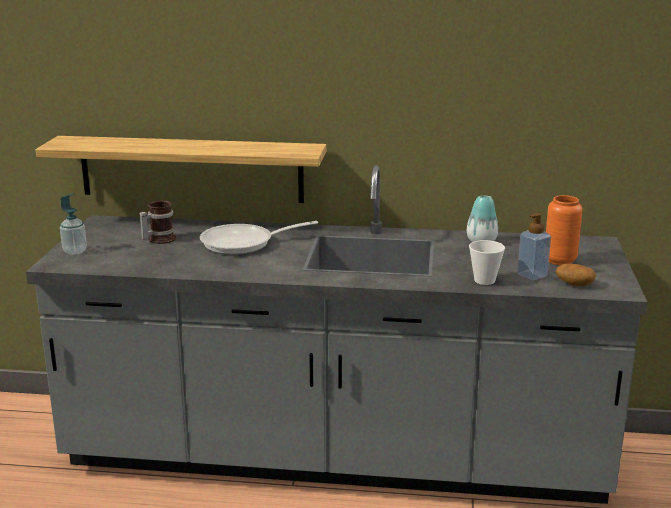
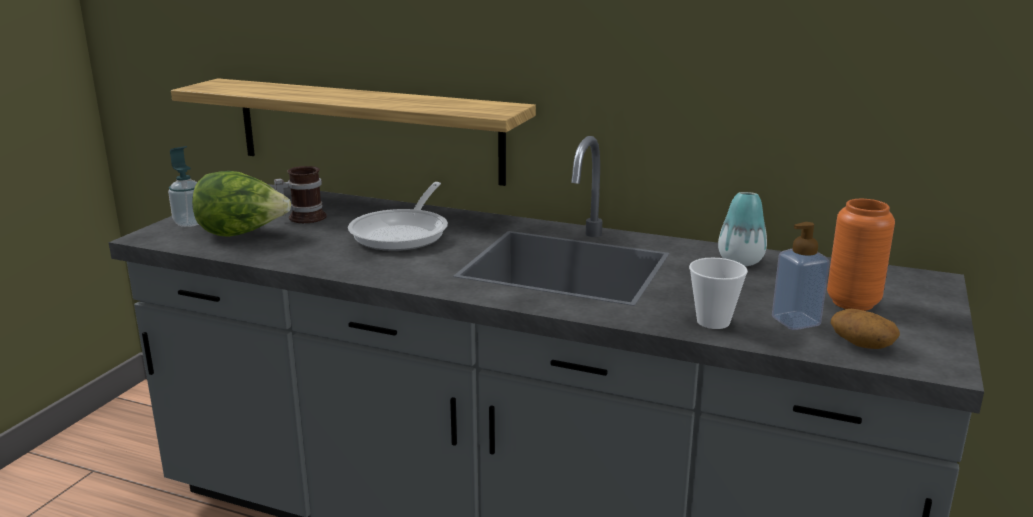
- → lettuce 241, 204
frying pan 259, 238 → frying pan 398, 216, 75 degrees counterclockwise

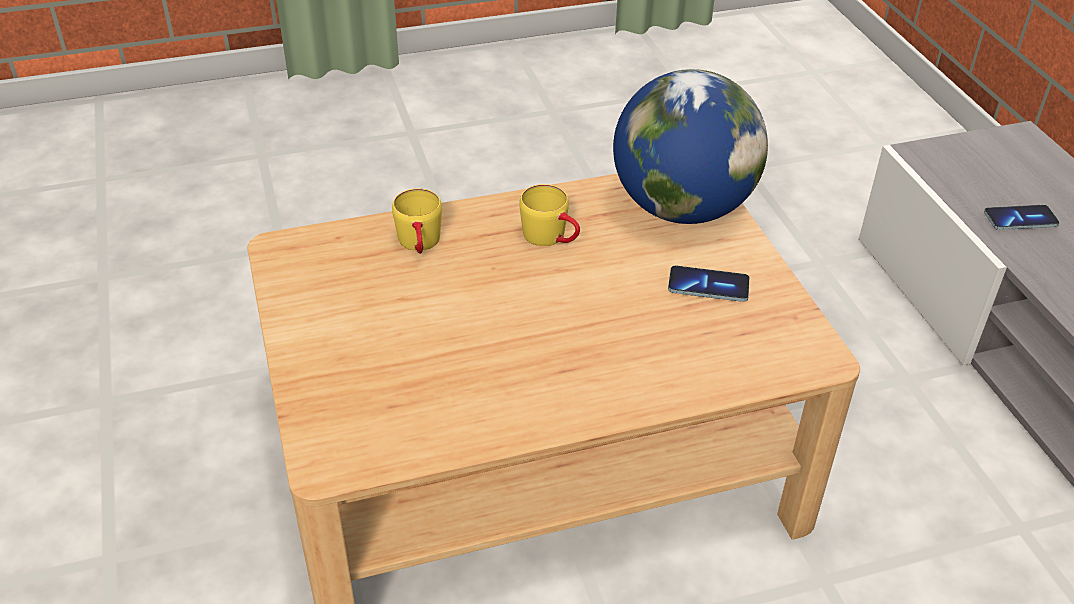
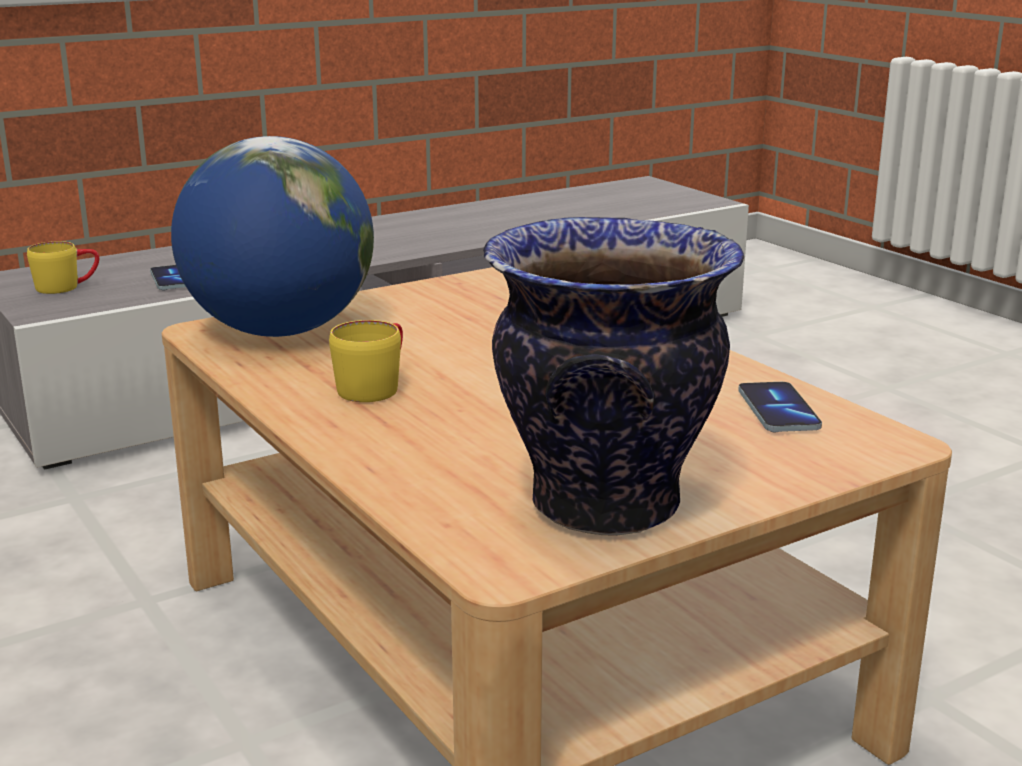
- → vase 613, 376
yellow-coloured tea mug 417, 221 → yellow-coloured tea mug 63, 267, shifted
telephone 709, 284 → telephone 780, 407, shifted

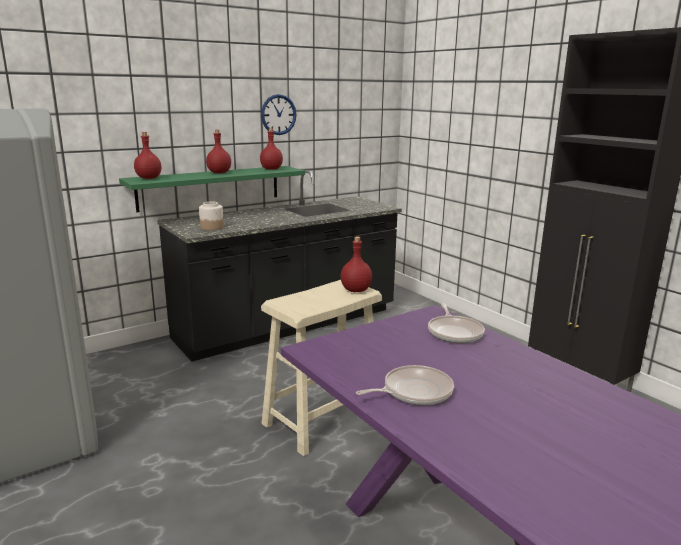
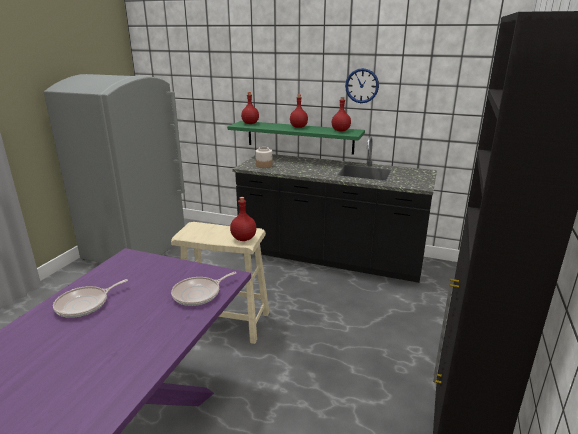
frying pan 405, 385 → frying pan 90, 298, 105 degrees clockwise

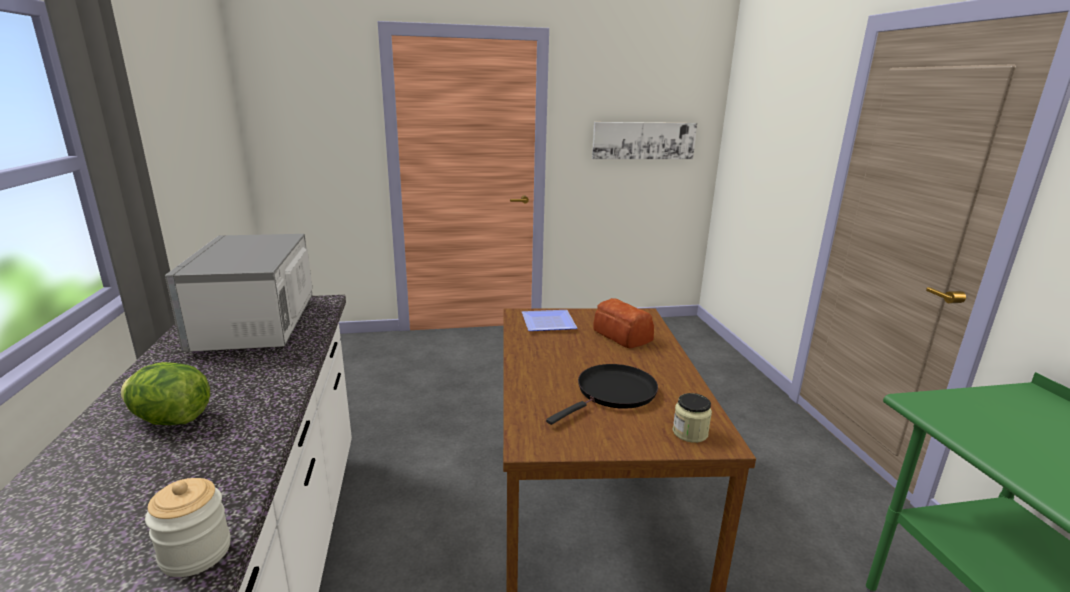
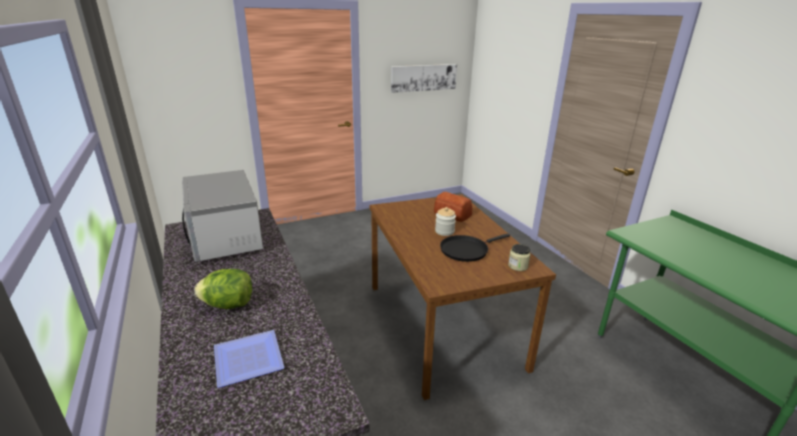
storage jar 188, 527 → storage jar 445, 221, shifted
dinner plate 549, 320 → dinner plate 249, 359, shifted
black-coloured frying pan 602, 394 → black-coloured frying pan 475, 248, 150 degrees counterclockwise

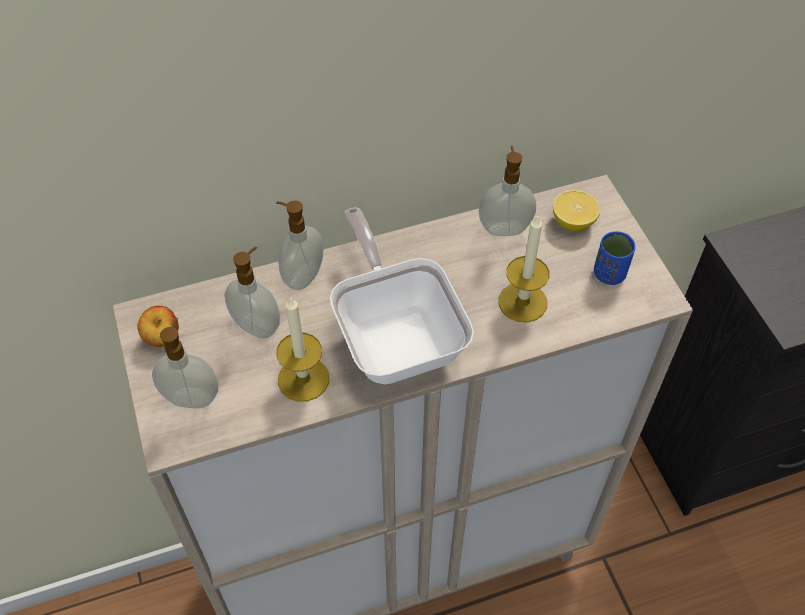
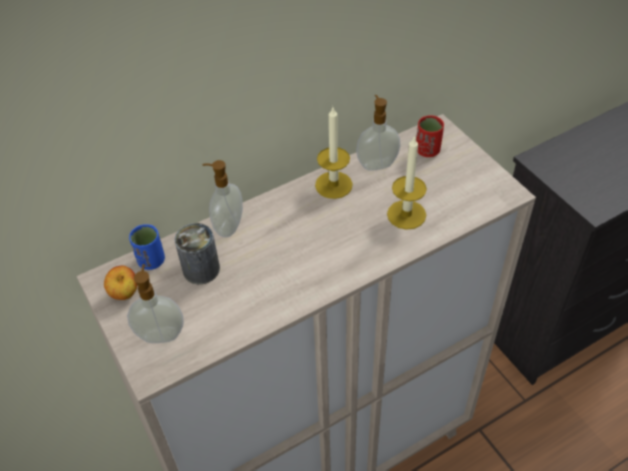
frying pan 402, 295 → -
candle 302, 349 → candle 334, 153, shifted
blue drinking cup 615, 258 → blue drinking cup 147, 247, shifted
soap dispenser 252, 292 → metal can 197, 253
whole lemon 576, 210 → red-coloured drinking cup 430, 136

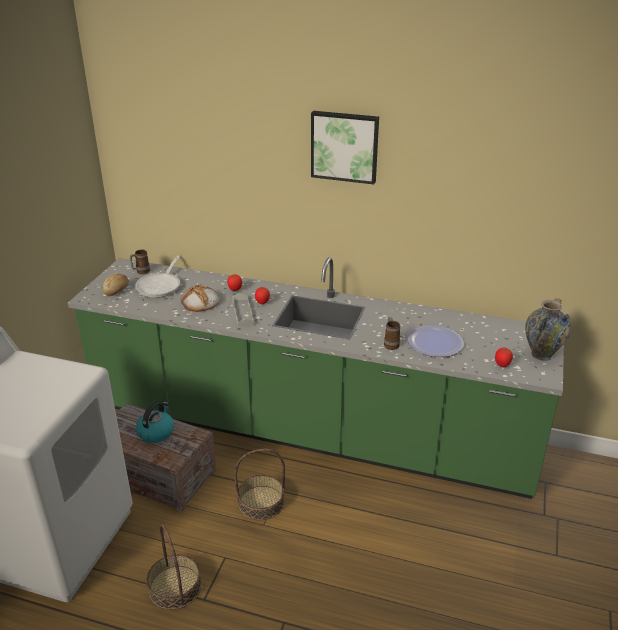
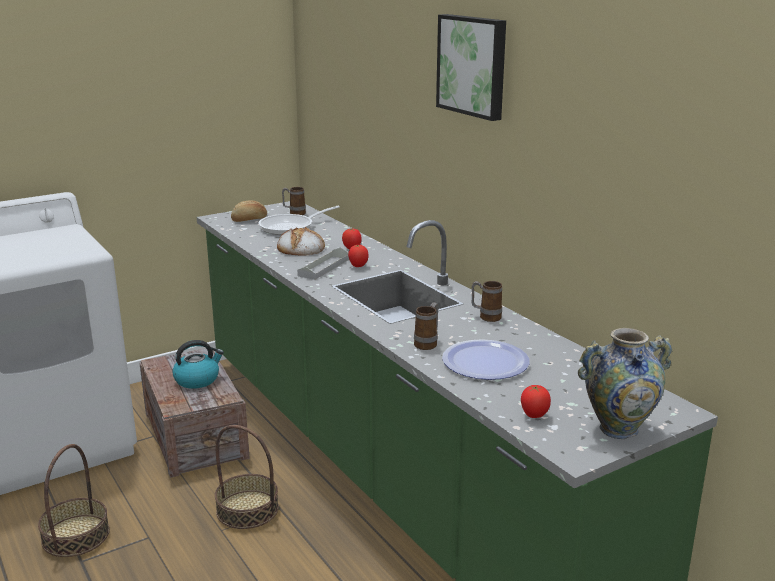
- → tea mug 487, 301

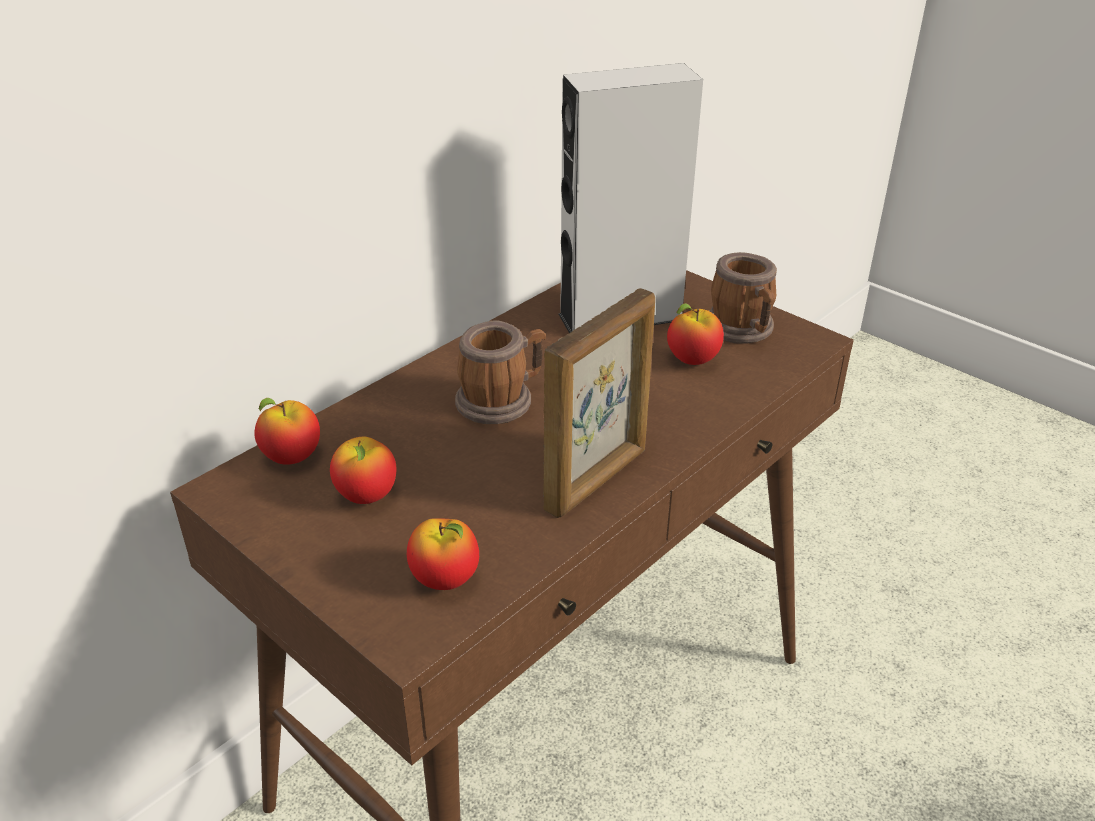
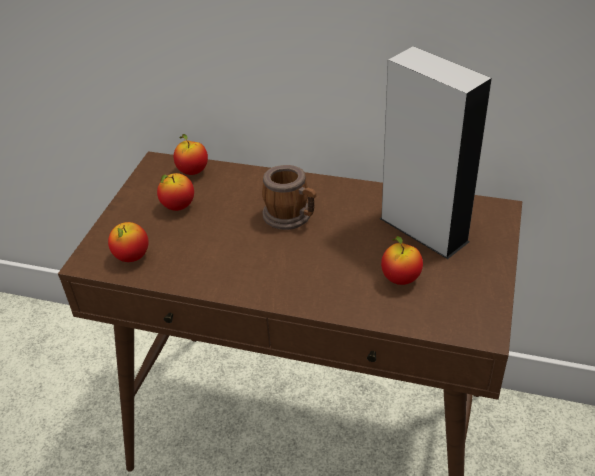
picture frame 599, 403 → -
tea mug 743, 298 → -

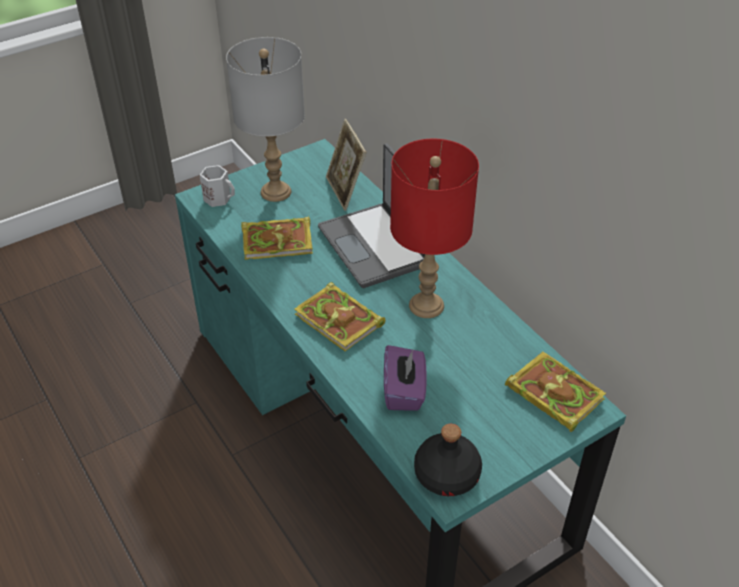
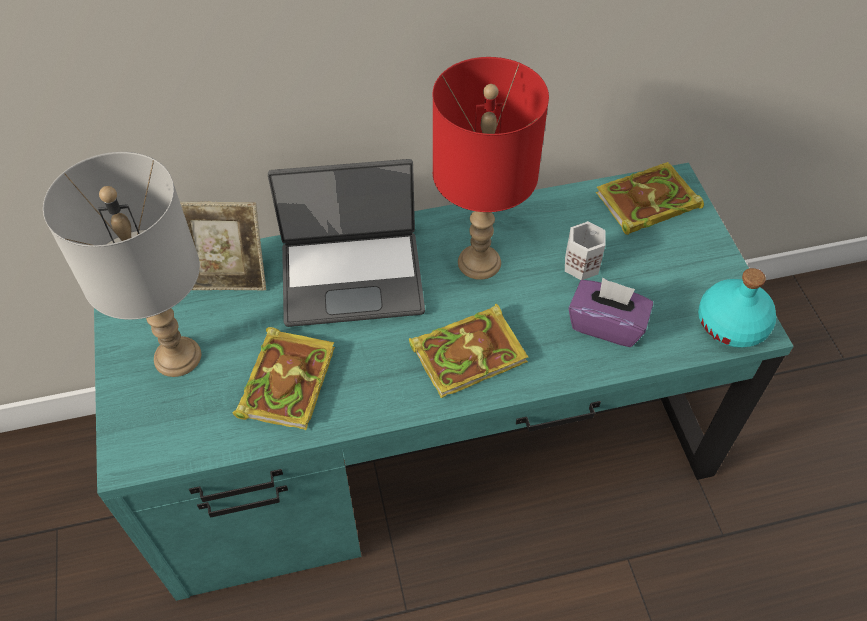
white-coloured tea mug 217, 186 → white-coloured tea mug 585, 250, shifted
black-coloured beverage bottle 448, 460 → blue-green beverage bottle 737, 308

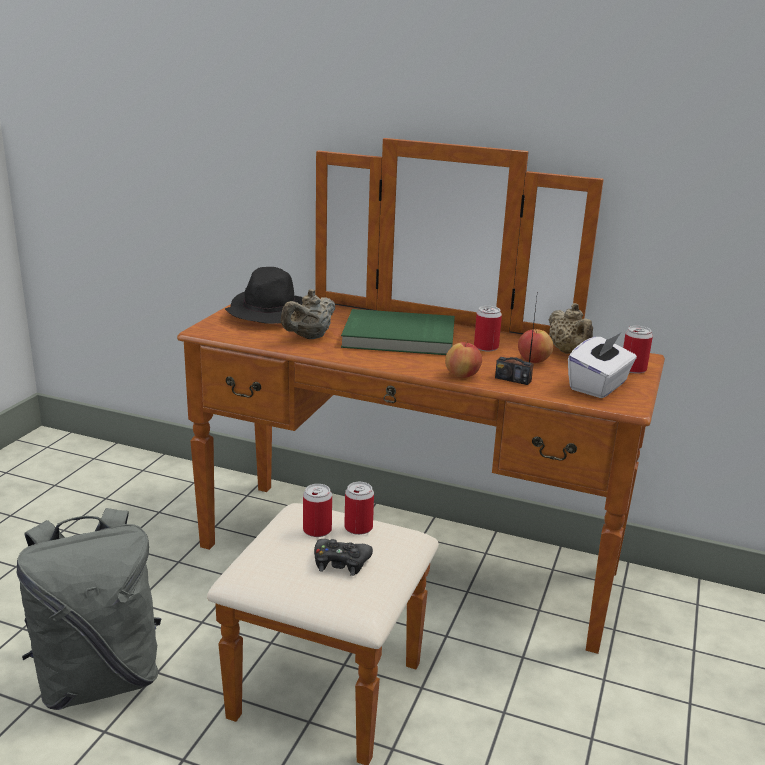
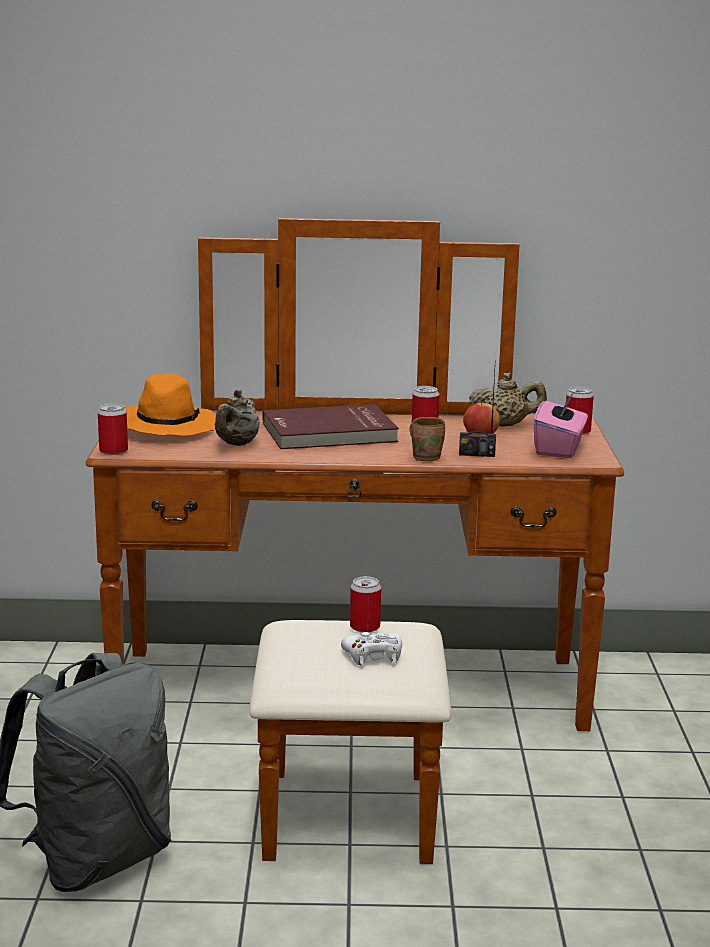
metal can 317, 510 → metal can 113, 429, shifted
whole apple 463, 360 → brown-coloured tea mug 427, 439
black-coloured clothing hat 264, 295 → orange clothing hat 170, 404
black-coloured gamepad 343, 557 → white-coloured gamepad 371, 648
greenish book 398, 332 → red-coloured book 330, 426
white-coloured box of tissues 602, 365 → pink-coloured box of tissues 561, 425
sand-coloured tea pot 570, 328 → sand-coloured tea pot 508, 400, 45 degrees counterclockwise

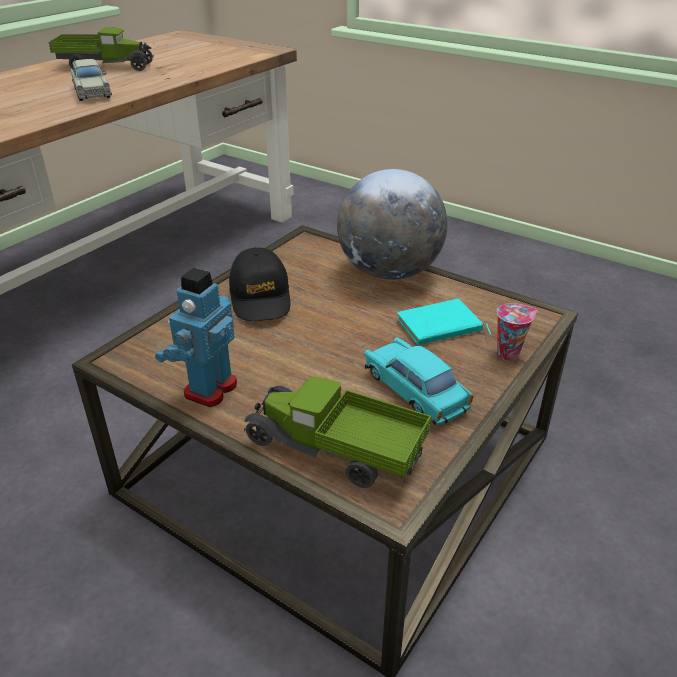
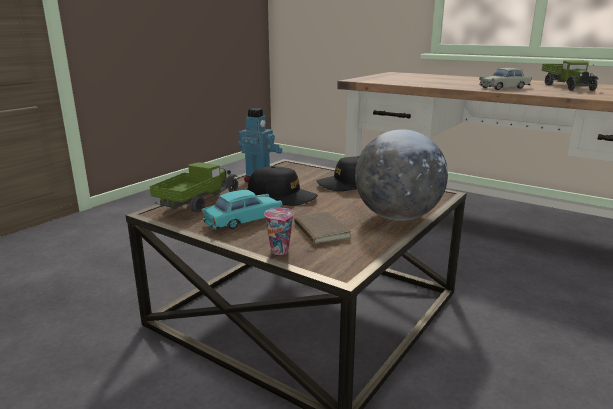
- → black-coloured cap 283, 186
blue-green book 444, 322 → brown-coloured book 322, 228

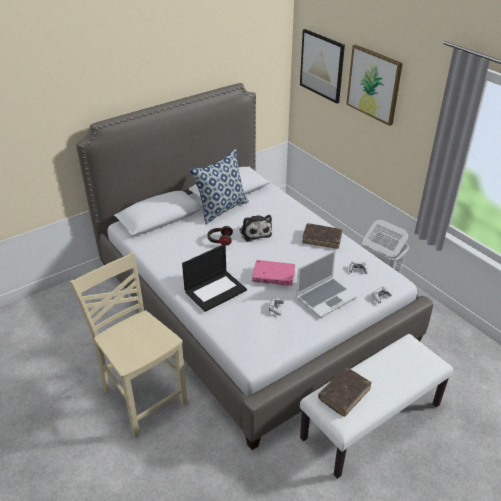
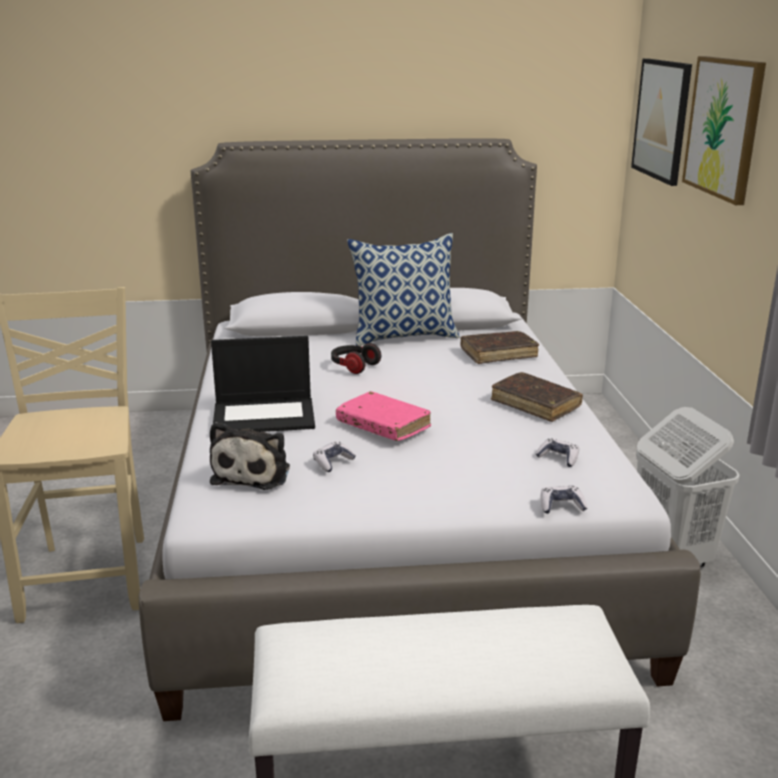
laptop 326, 284 → -
plush toy 256, 228 → plush toy 250, 456, shifted
brown-coloured book 345, 392 → brown-coloured book 499, 347, shifted

